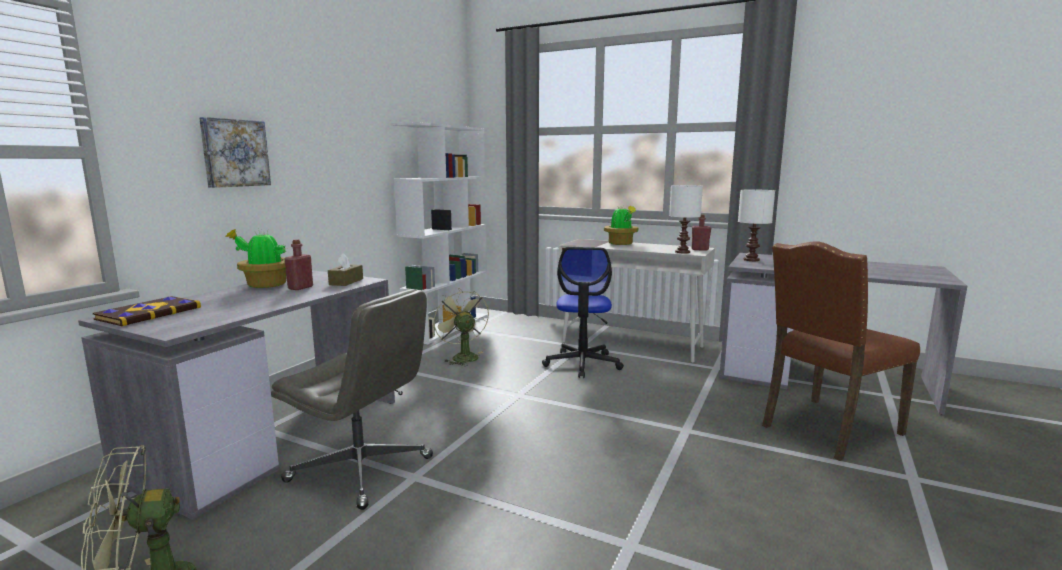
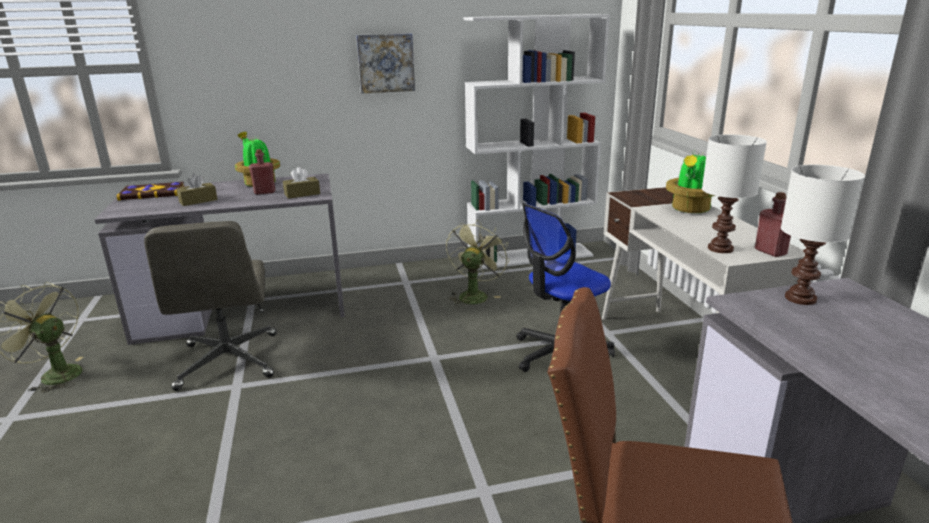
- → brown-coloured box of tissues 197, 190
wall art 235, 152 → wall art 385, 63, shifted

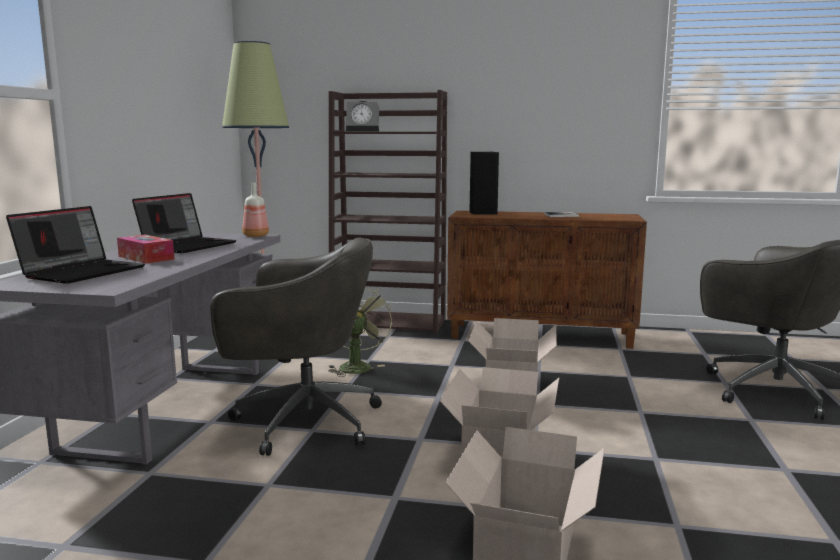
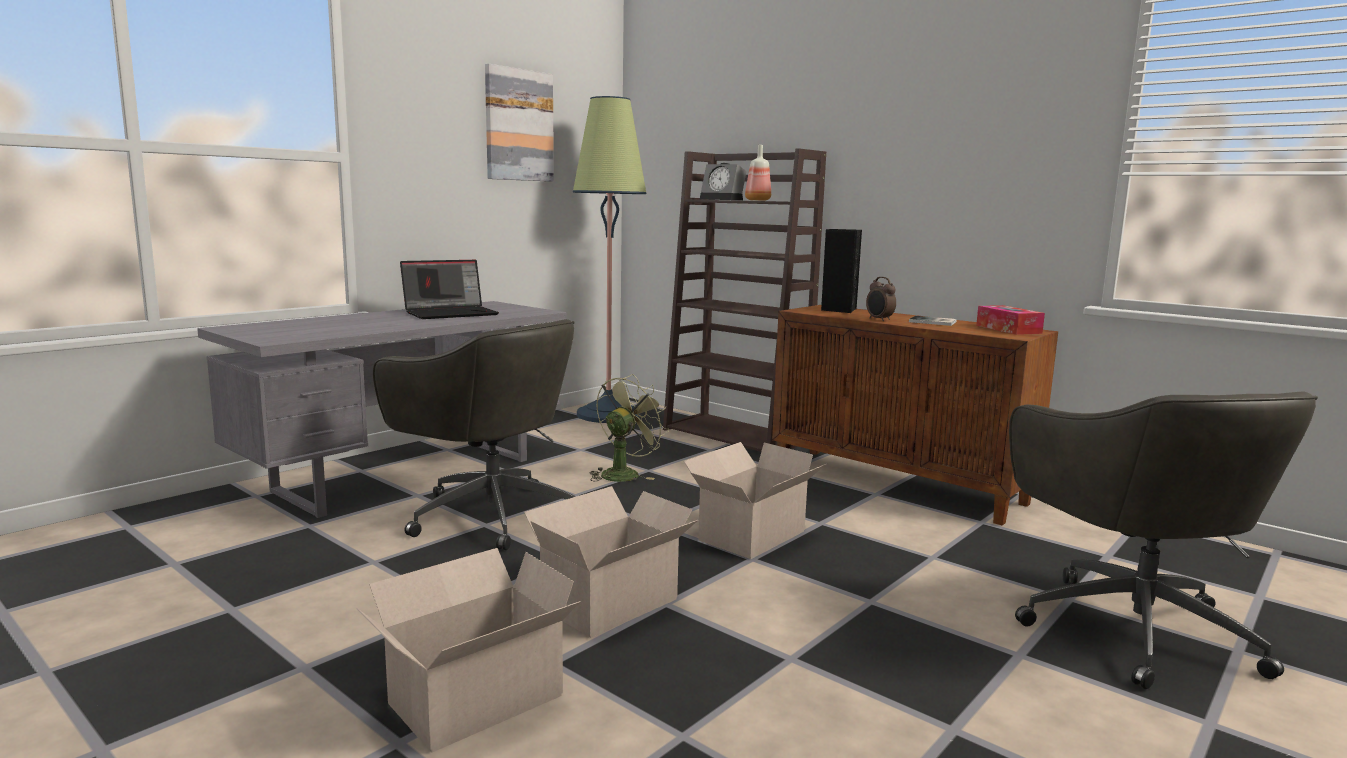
laptop 75, 245 → -
- → wall art 519, 123
- → table clock 881, 299
box of tissues 146, 249 → box of tissues 1010, 320, shifted
beverage bottle 255, 210 → beverage bottle 758, 173, shifted

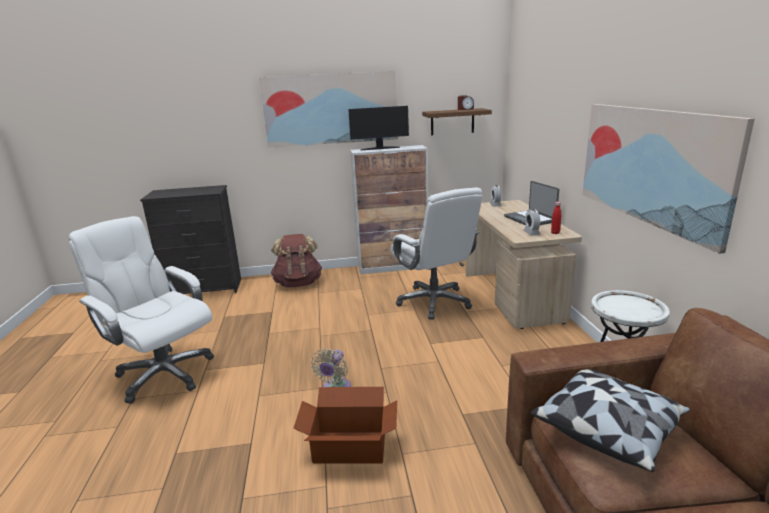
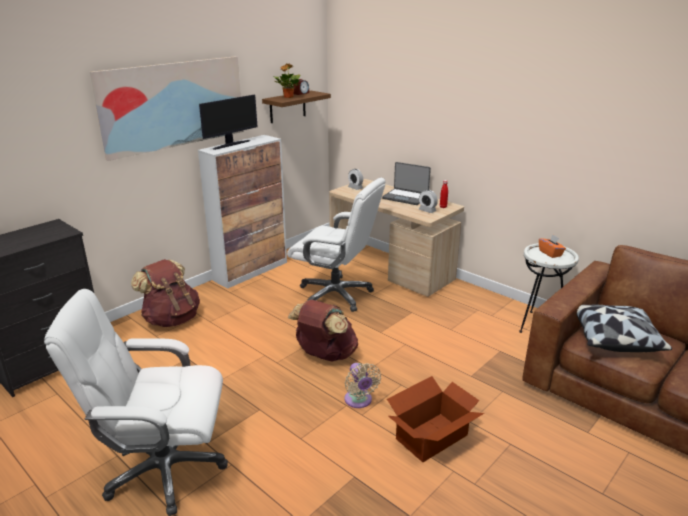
wall art 668, 179 → -
- → houseplant 286, 81
- → brown-coloured rucksack 323, 331
- → orange box of tissues 552, 246

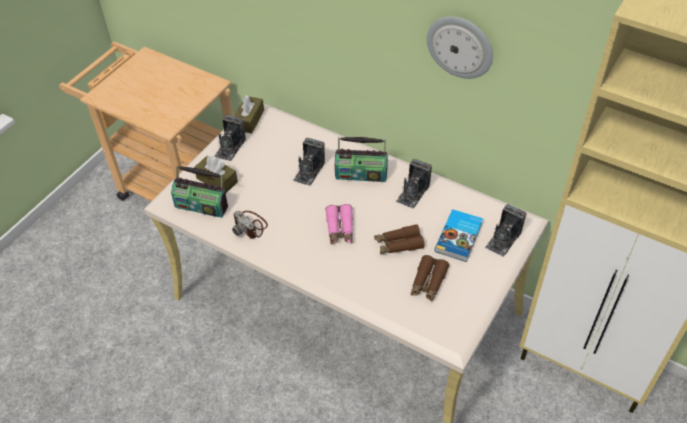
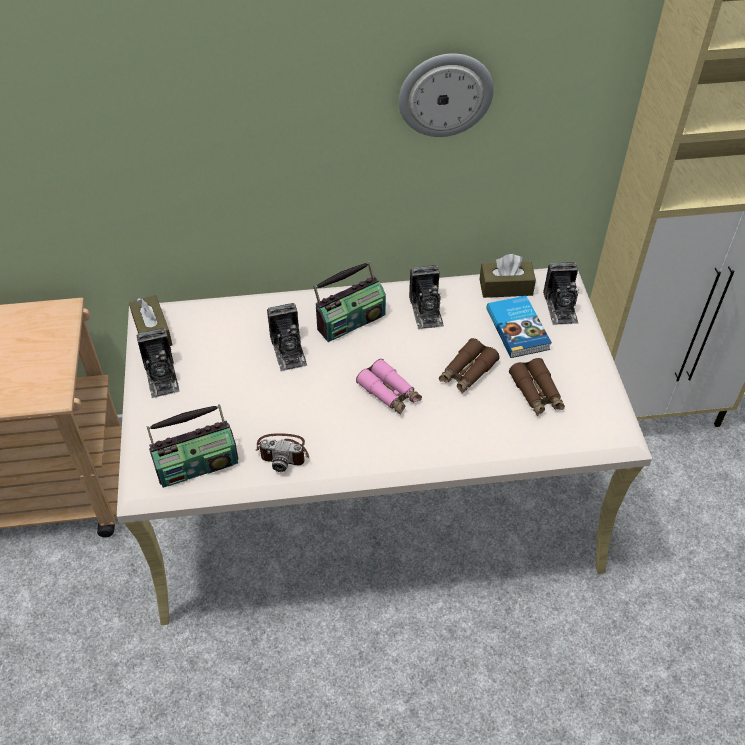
brown-coloured box of tissues 216, 174 → brown-coloured box of tissues 508, 276, shifted

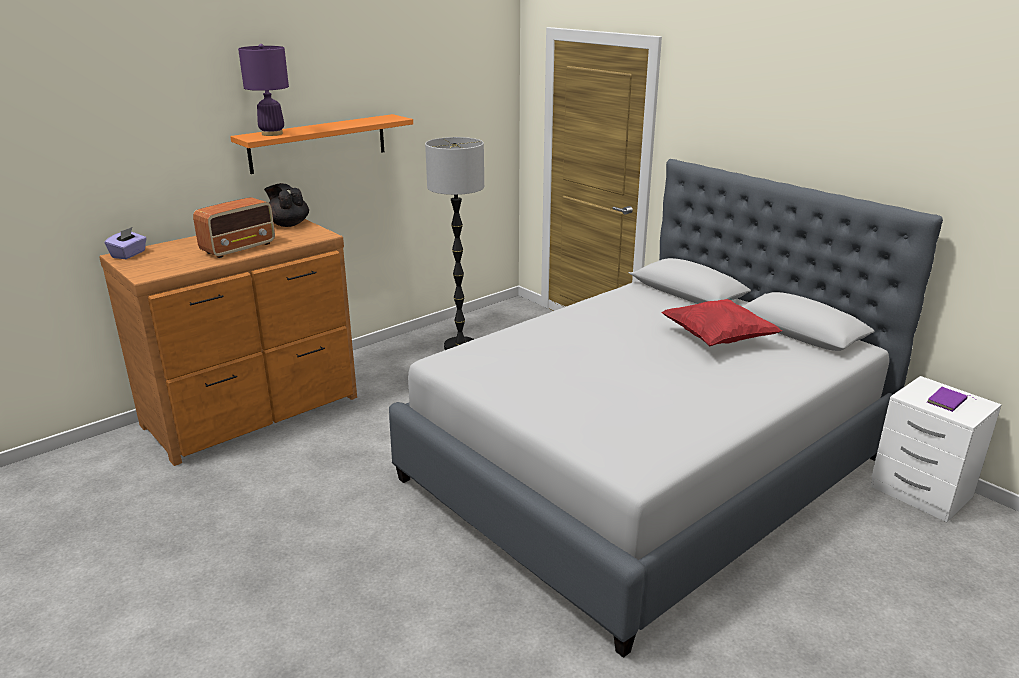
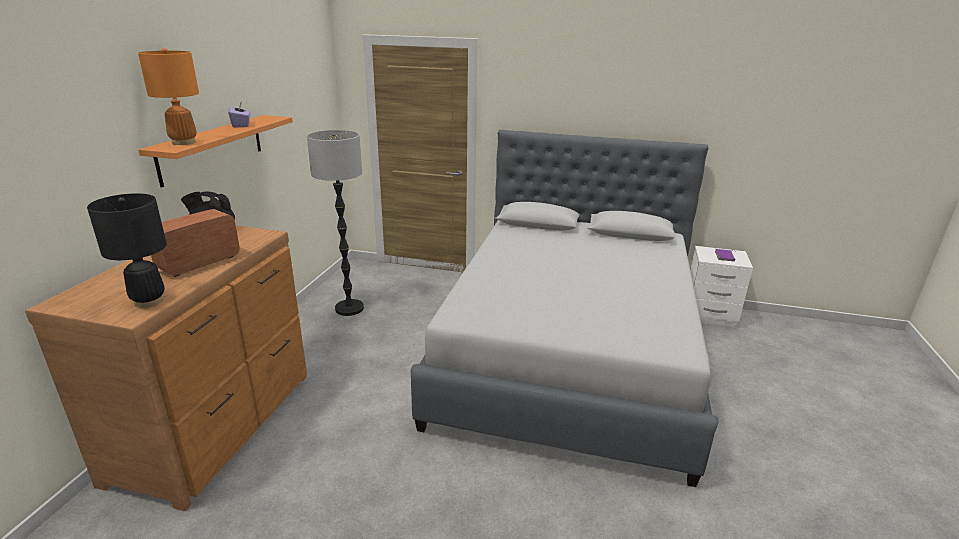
red-coloured throw pillow 721, 322 → -
- → black-coloured tabletop lamp 127, 250
purplish box of tissues 126, 243 → purplish box of tissues 239, 115, shifted
purplish tabletop lamp 263, 90 → orange tabletop lamp 168, 96
radio set 234, 227 → radio set 195, 243, 150 degrees counterclockwise

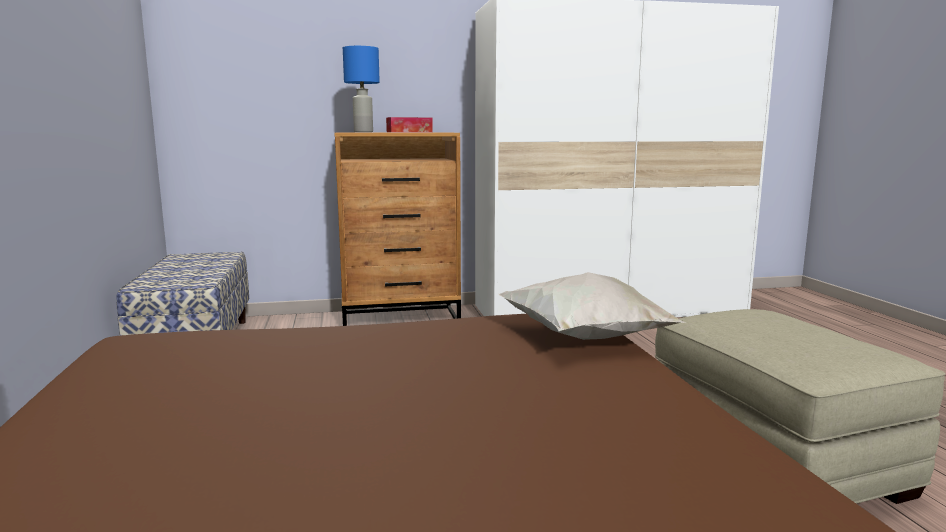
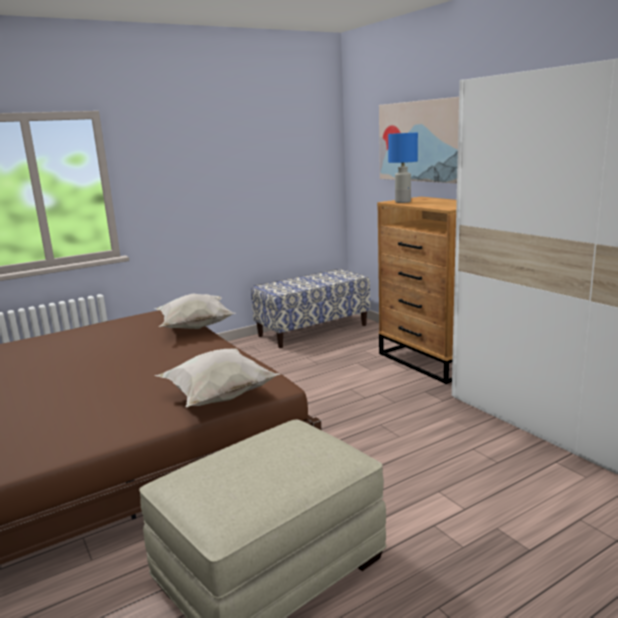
box of tissues 409, 124 → -
- → white-coloured throw pillow 194, 311
- → wall art 419, 140

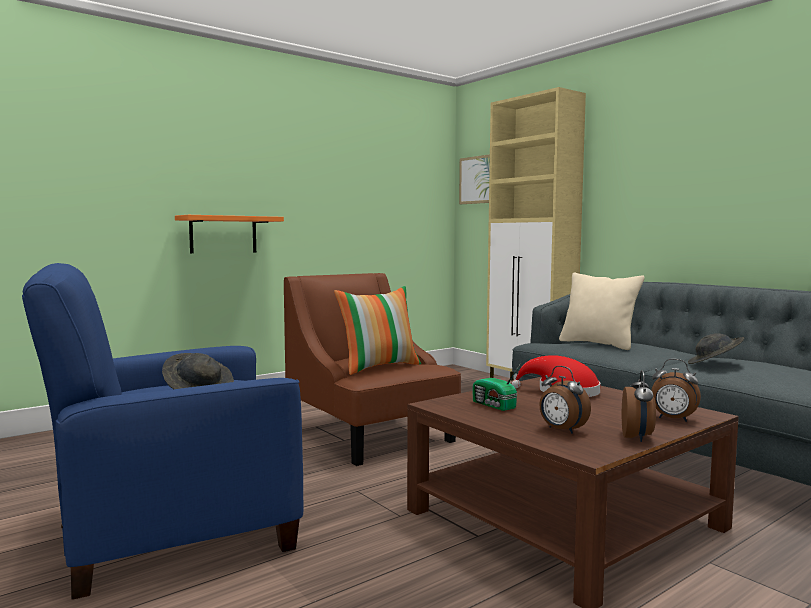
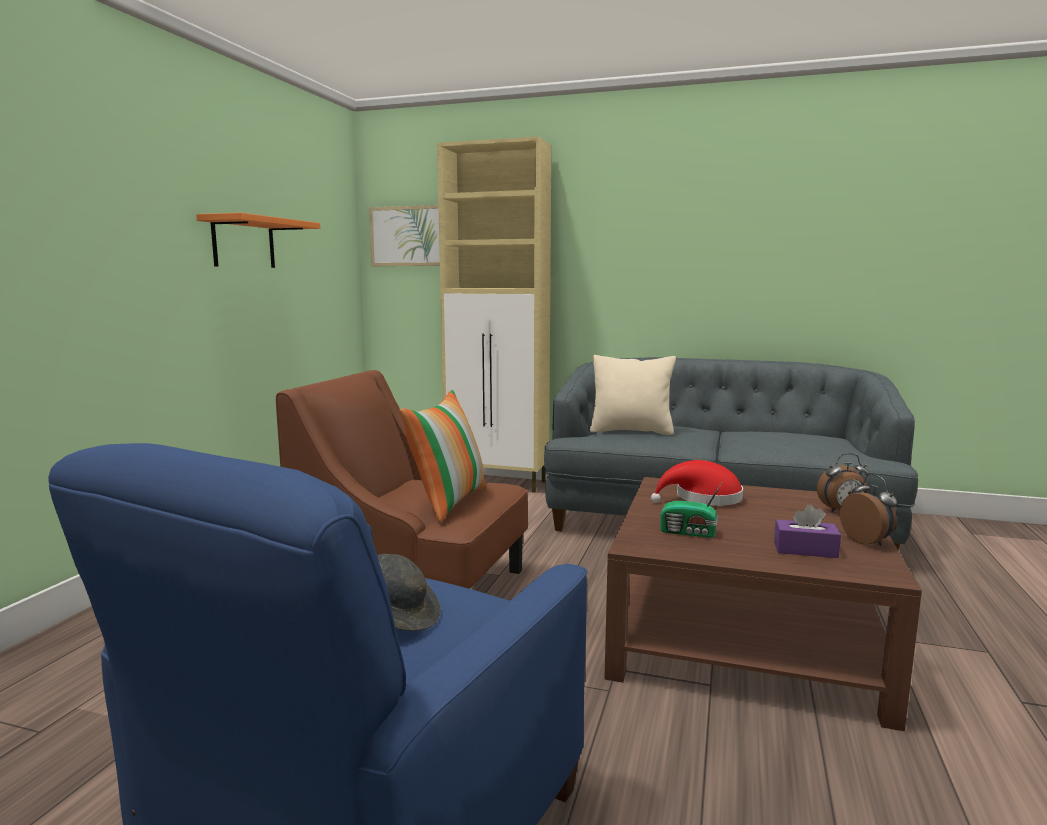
greyish clothing hat 716, 349 → -
orange shelf 229, 234 → orange shelf 258, 240, shifted
table clock 565, 400 → purplish box of tissues 807, 531

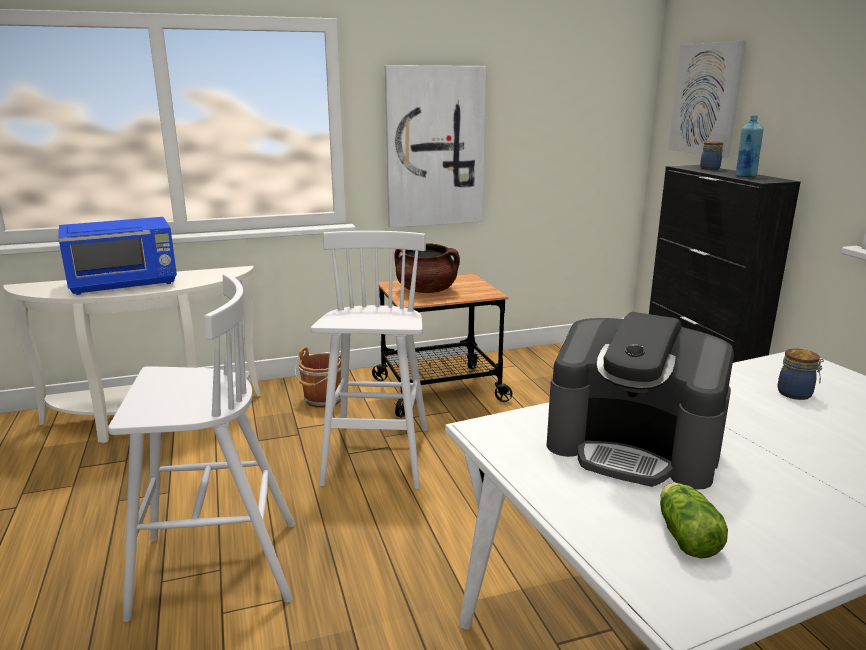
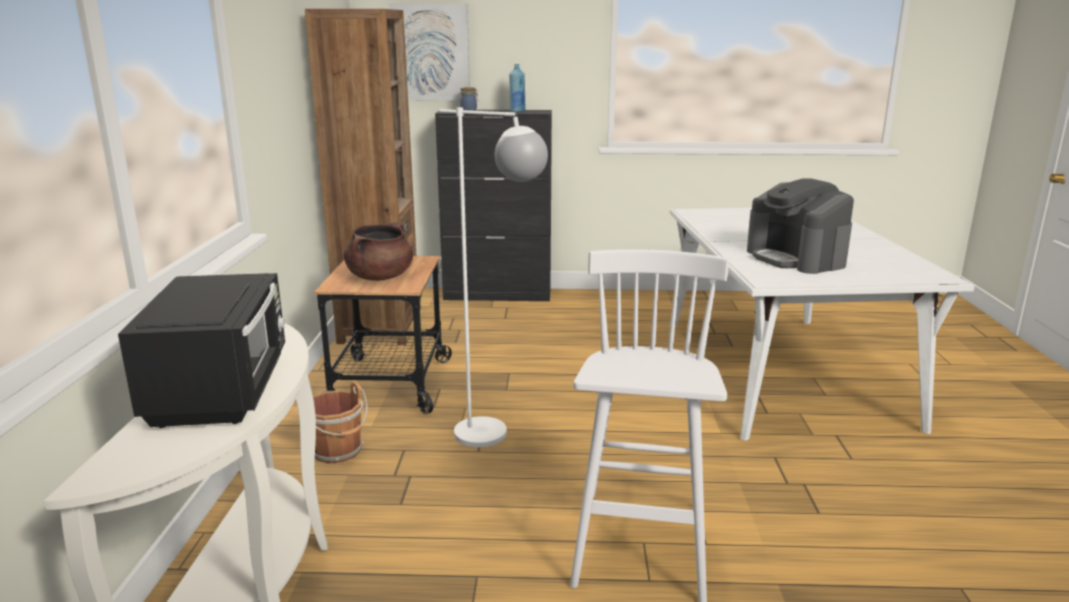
wall art 435, 146 → -
lettuce 694, 521 → -
storage jar 800, 374 → -
- → brown-coloured bookshelf 361, 177
white-coloured stool seat 369, 360 → white-coloured floor lamp 493, 277
blue microwave oven 117, 256 → black-coloured microwave oven 201, 350
coffee machine 640, 401 → coffee machine 800, 226, 105 degrees clockwise

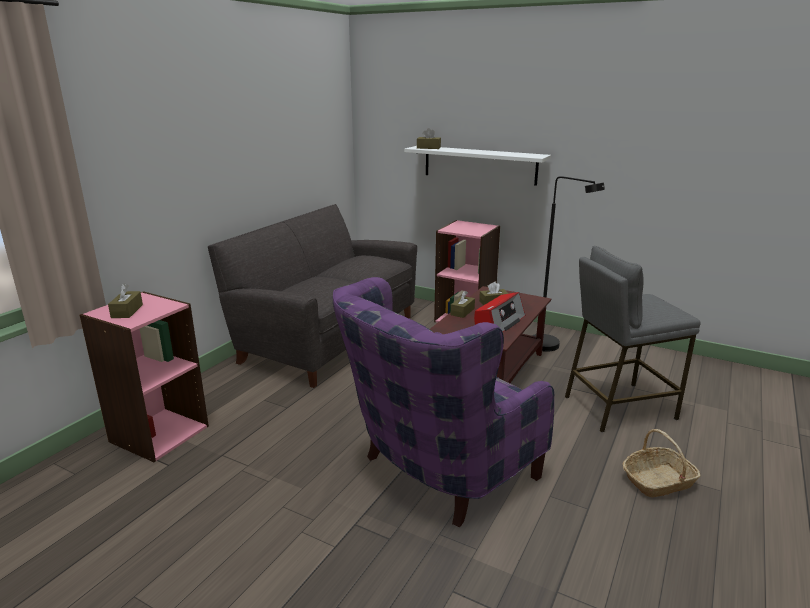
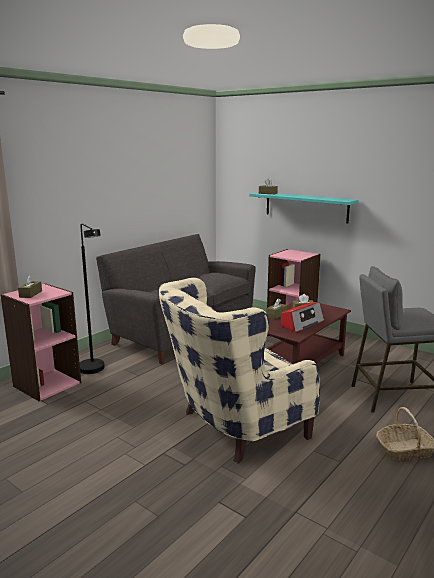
black-coloured floor lamp 568, 264 → black-coloured floor lamp 92, 298, shifted
purplish easy chair 443, 402 → sand-coloured easy chair 239, 370
white-coloured shelf 477, 166 → blue-green shelf 304, 207

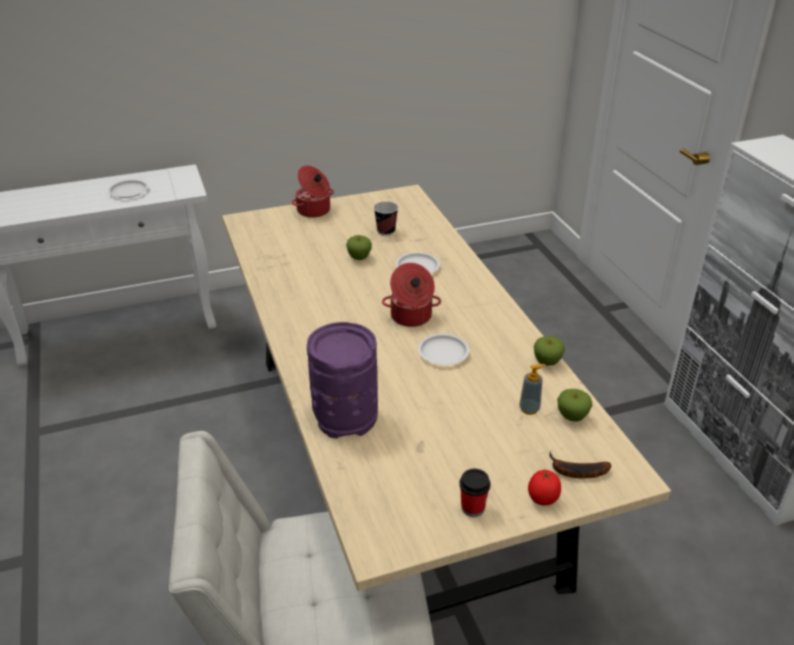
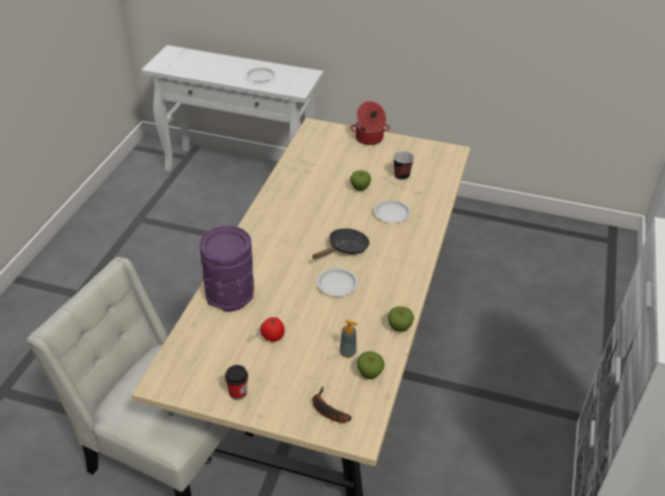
fresh tomato 544, 488 → fresh tomato 272, 329, shifted
stockpot 411, 295 → black-coloured frying pan 341, 243

